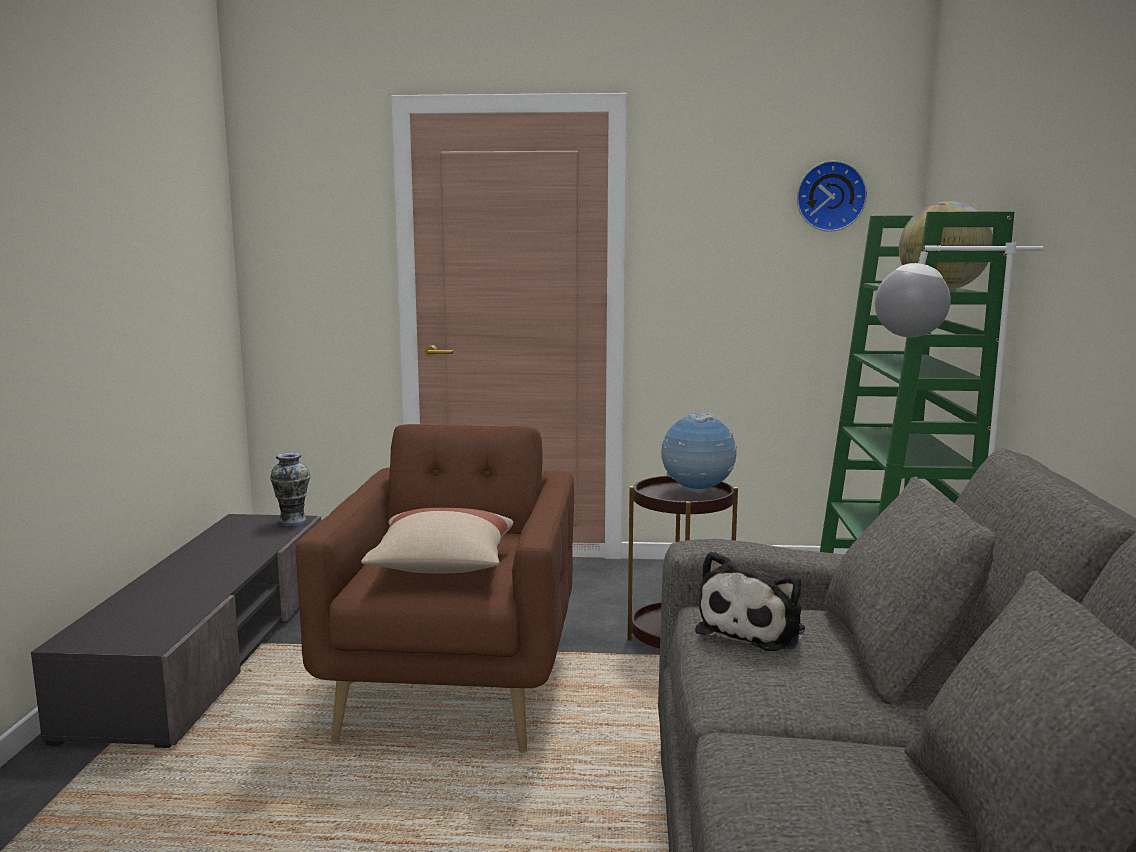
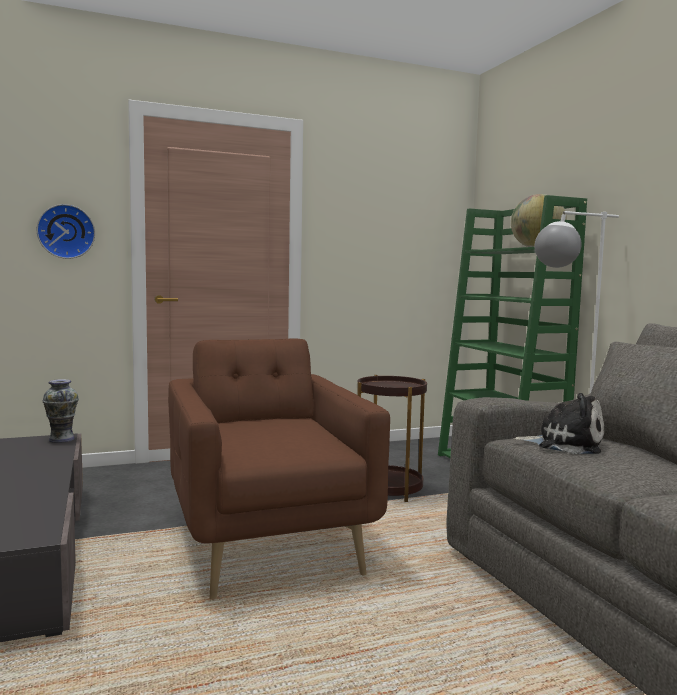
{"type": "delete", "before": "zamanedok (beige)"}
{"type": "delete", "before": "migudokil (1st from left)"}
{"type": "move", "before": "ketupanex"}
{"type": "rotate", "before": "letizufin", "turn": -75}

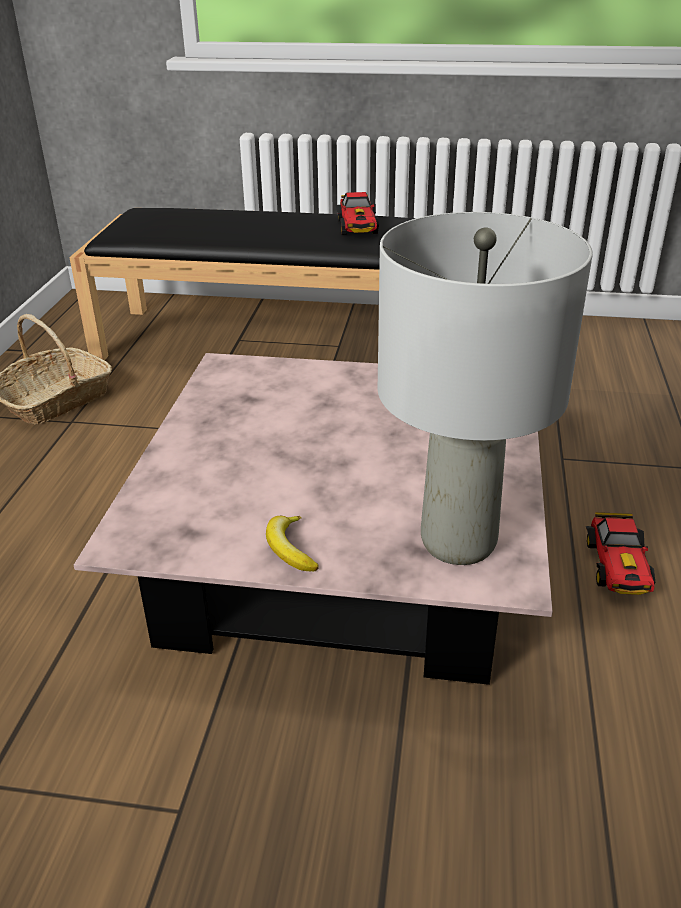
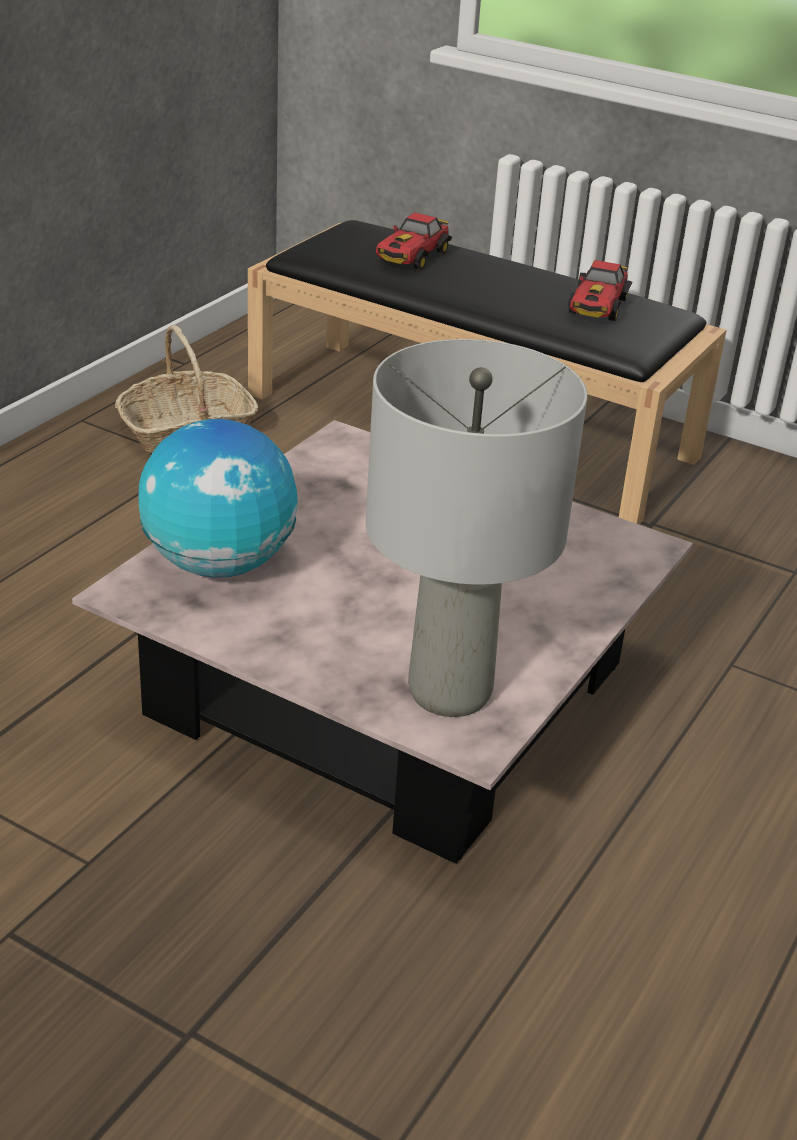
{"type": "delete", "before": "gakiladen"}
{"type": "insert", "after": "migudokil"}
{"type": "move", "before": "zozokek (2nd from left in the first image)", "after": "zozokek (1st from left)"}

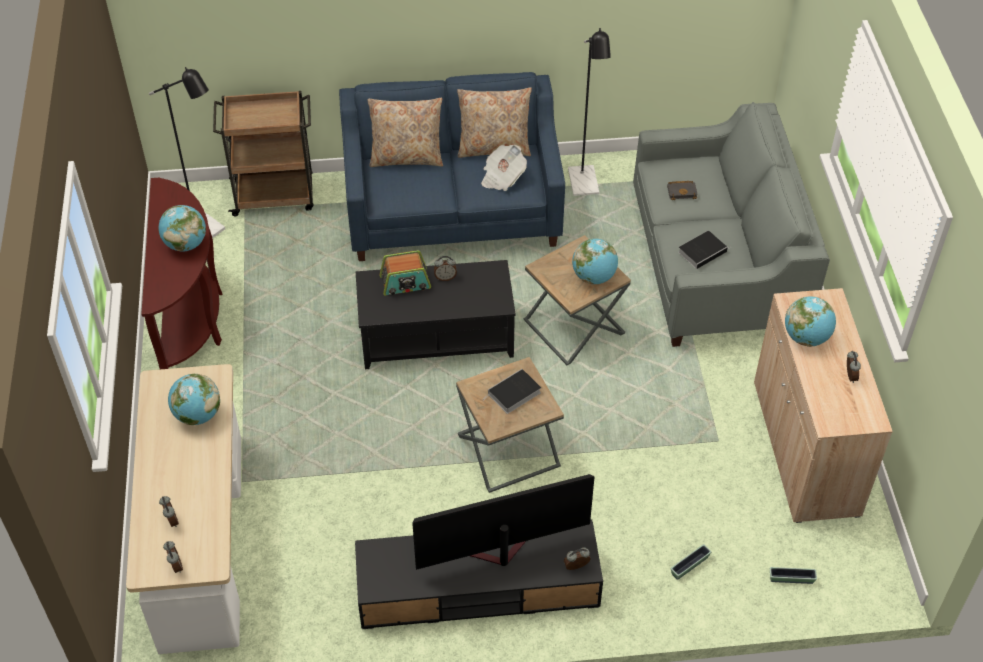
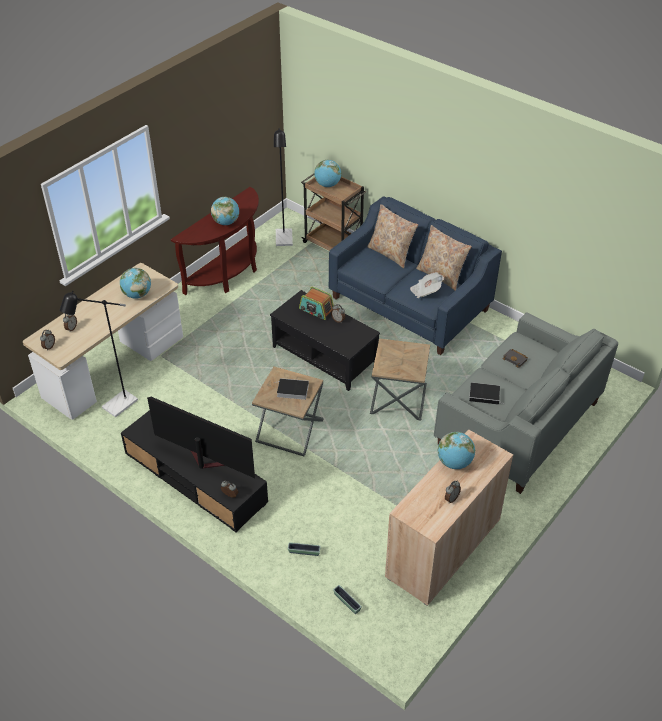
{"type": "move", "before": "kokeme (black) (2nd from left in the first image)", "after": "kokeme (black) (1st from left)"}
{"type": "move", "before": "migudokil (3rd from left)"}

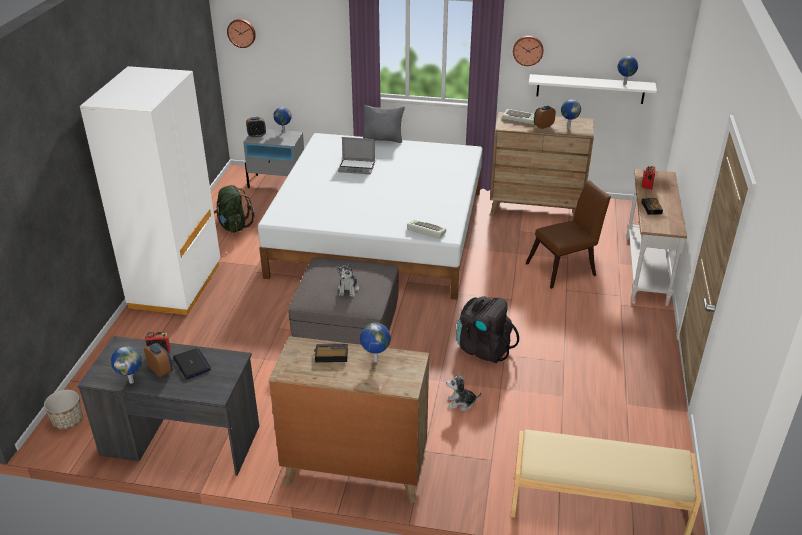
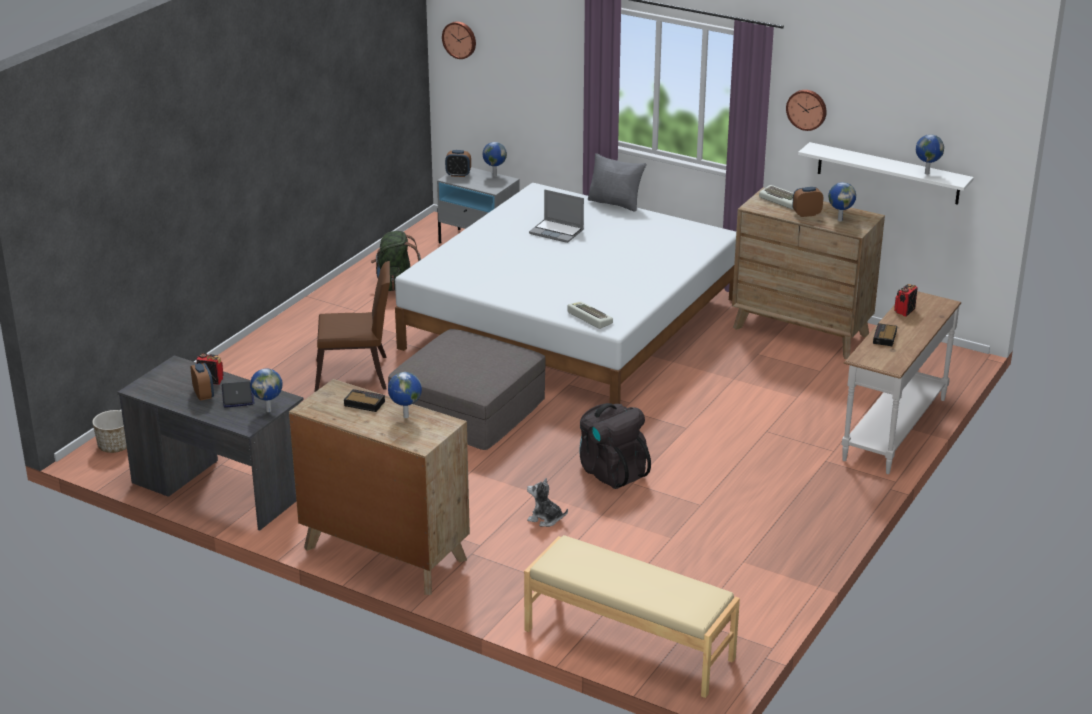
{"type": "delete", "before": "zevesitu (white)"}
{"type": "delete", "before": "letizufin (1st from left)"}
{"type": "move", "before": "migudokil (1st from left)"}
{"type": "move", "before": "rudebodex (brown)"}

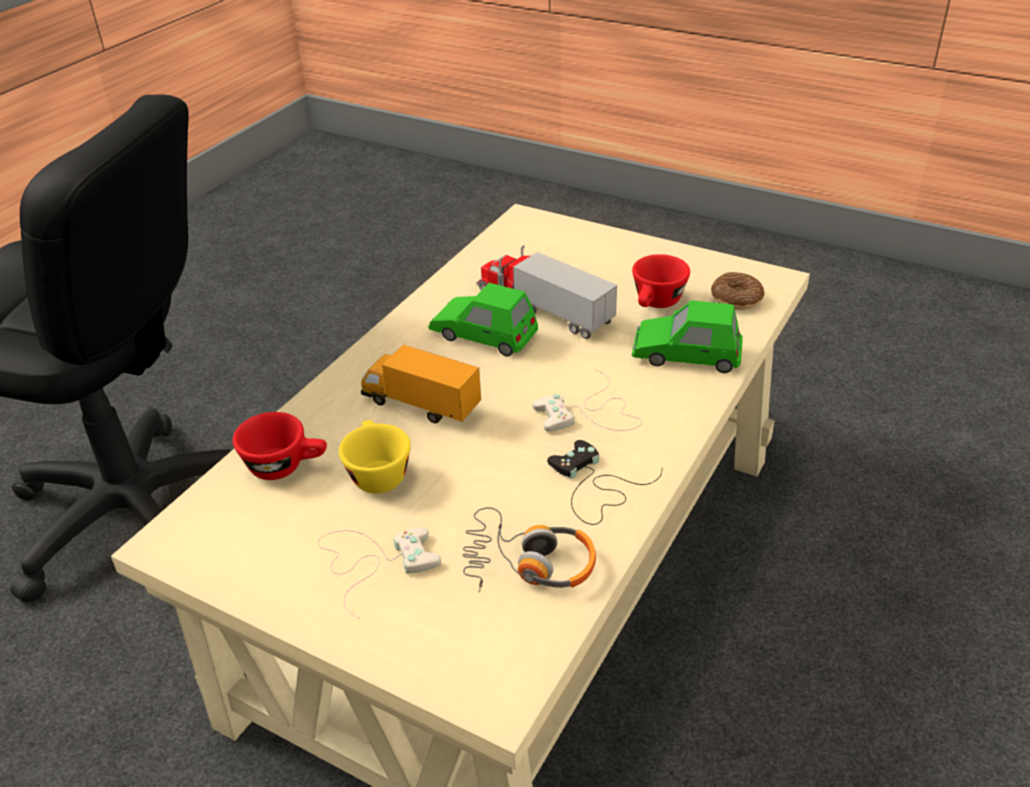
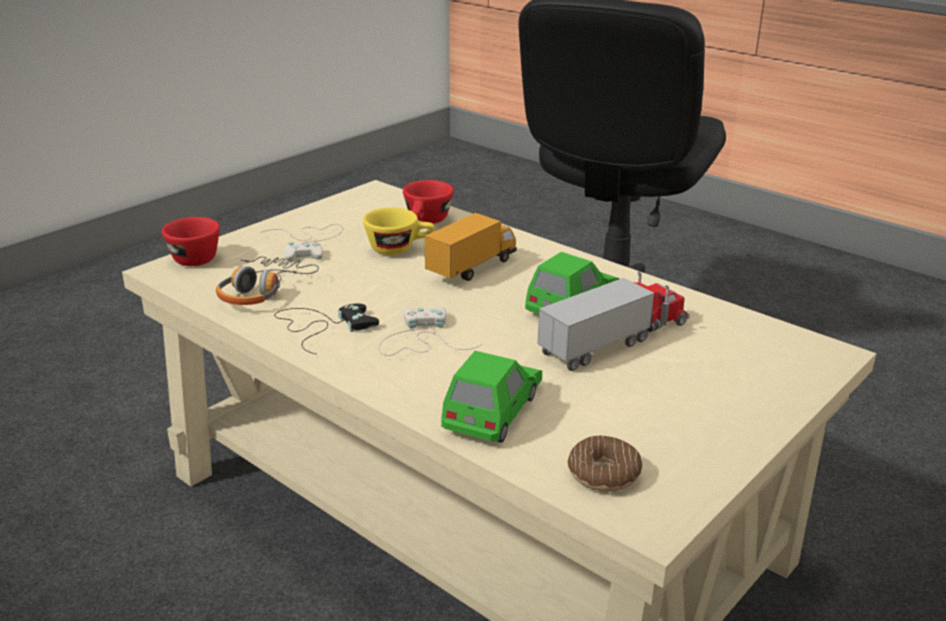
{"type": "move", "before": "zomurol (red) (2nd from left in the first image)", "after": "zomurol (red) (1st from left)"}

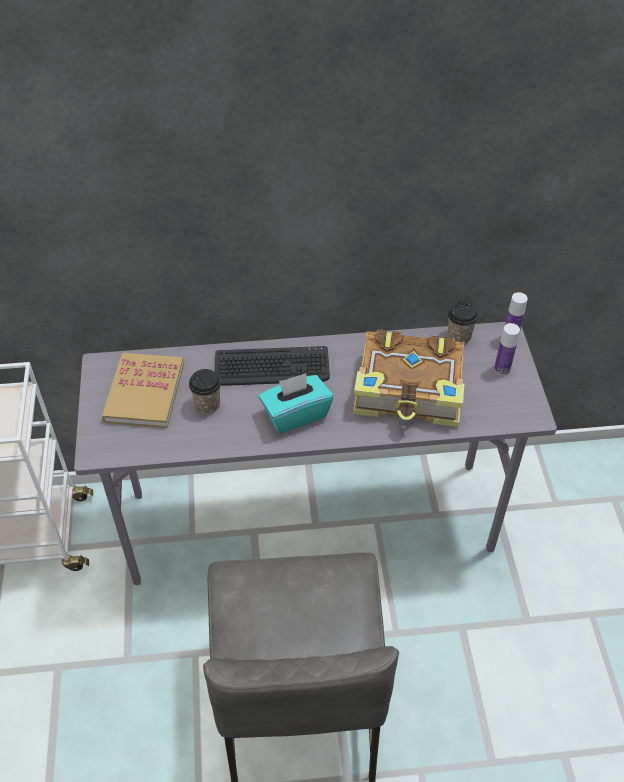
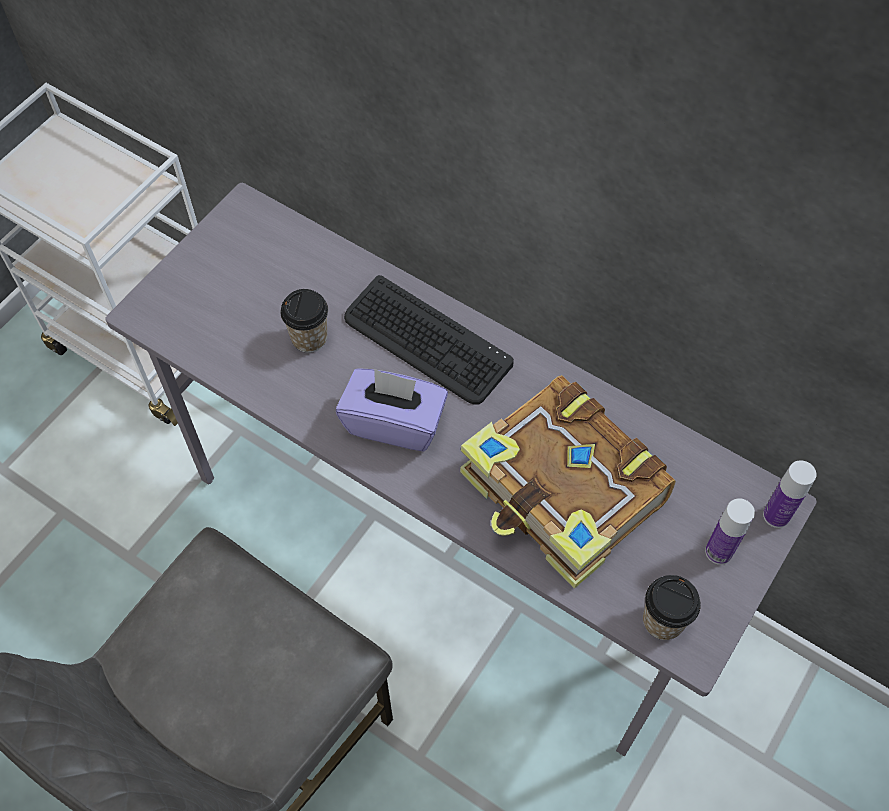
{"type": "delete", "before": "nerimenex (1st from left)"}
{"type": "move", "before": "zomurol (2nd from left)"}
{"type": "recolor", "before": "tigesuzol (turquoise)", "after": "tigesuzol (purple)"}

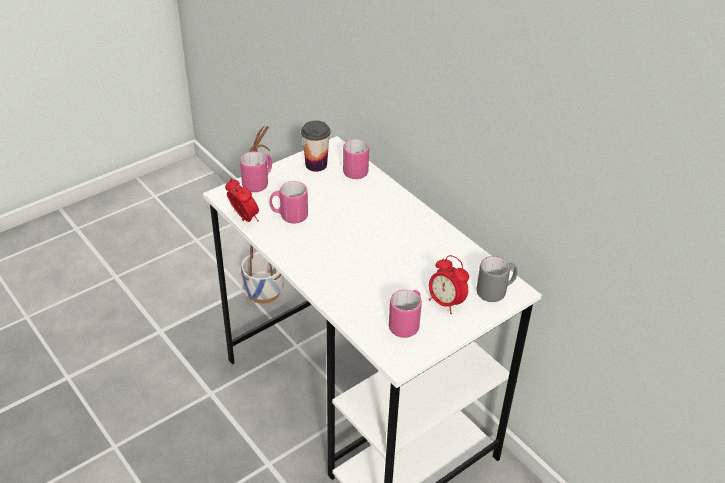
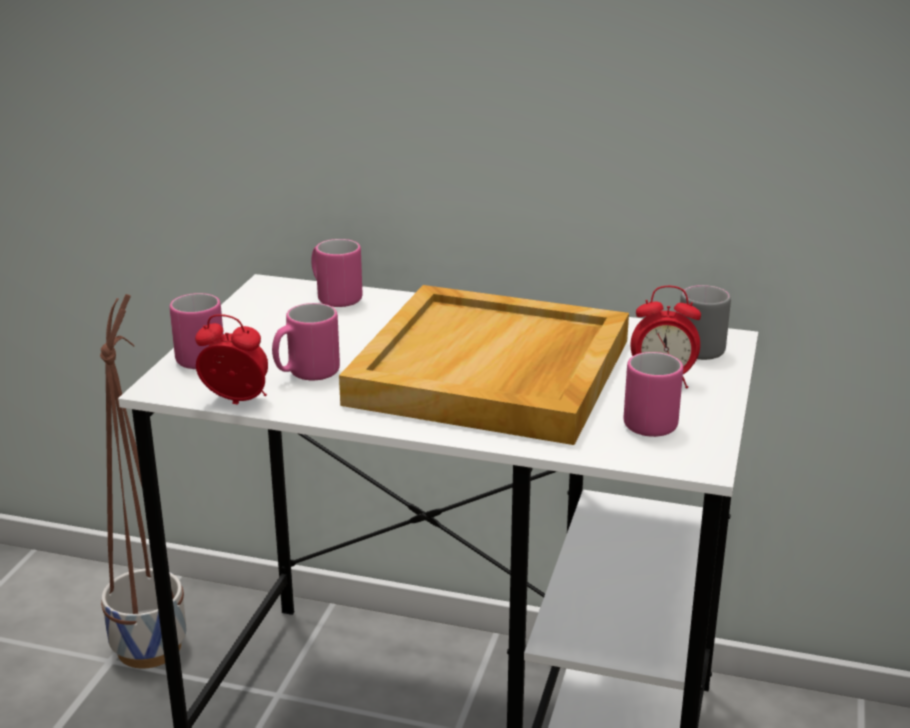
{"type": "delete", "before": "zomurol"}
{"type": "insert", "after": "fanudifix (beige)"}

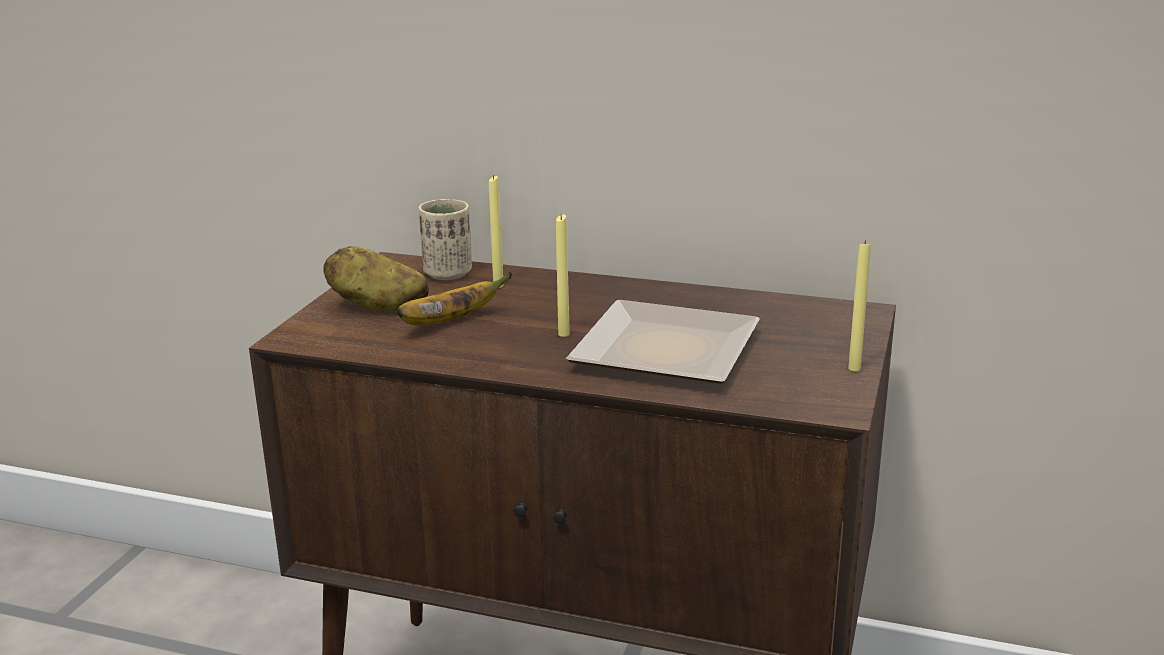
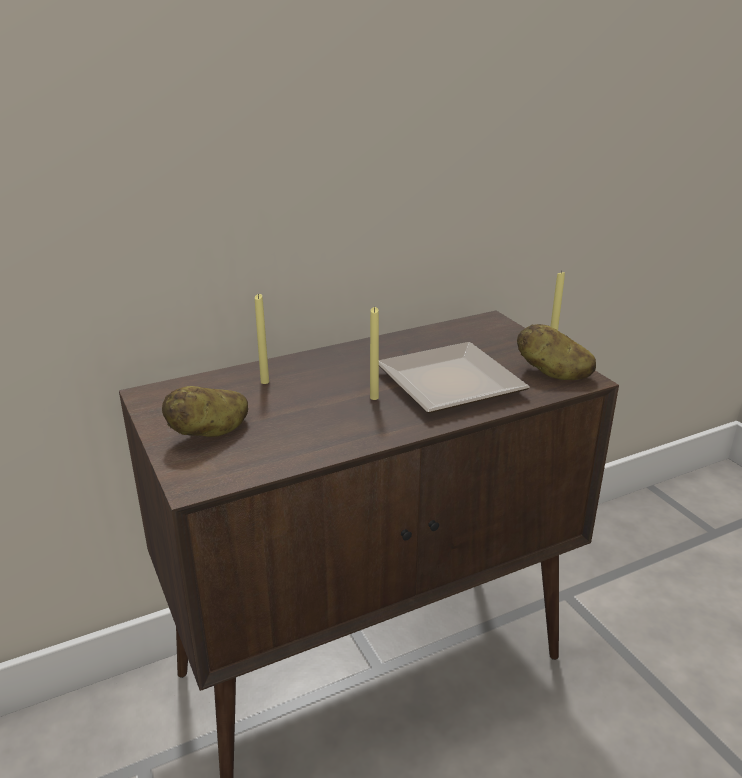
{"type": "delete", "before": "gakiladen"}
{"type": "delete", "before": "zomurol (beige)"}
{"type": "insert", "after": "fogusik (2nd from left)"}

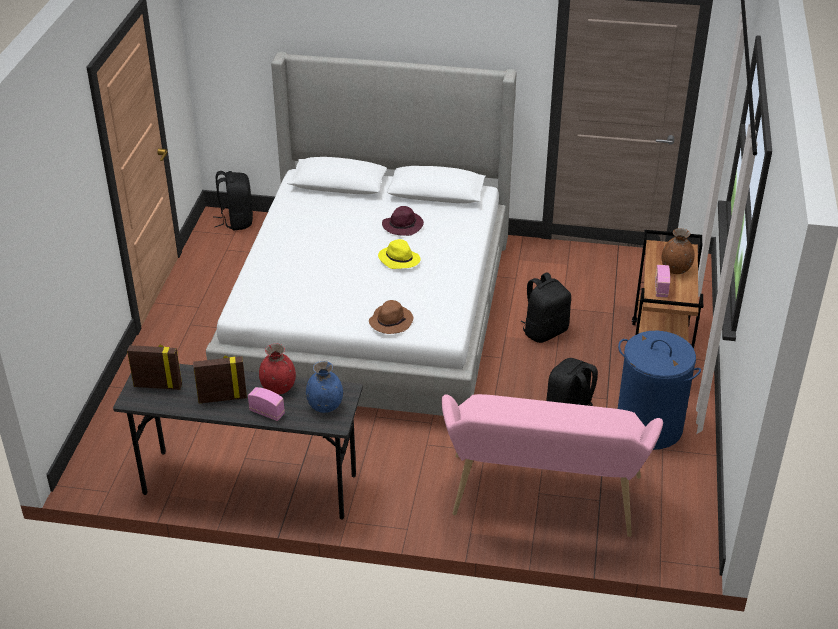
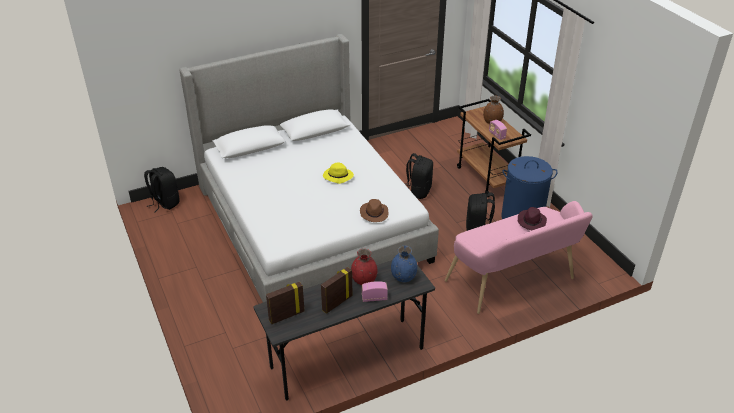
{"type": "move", "before": "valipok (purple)"}

